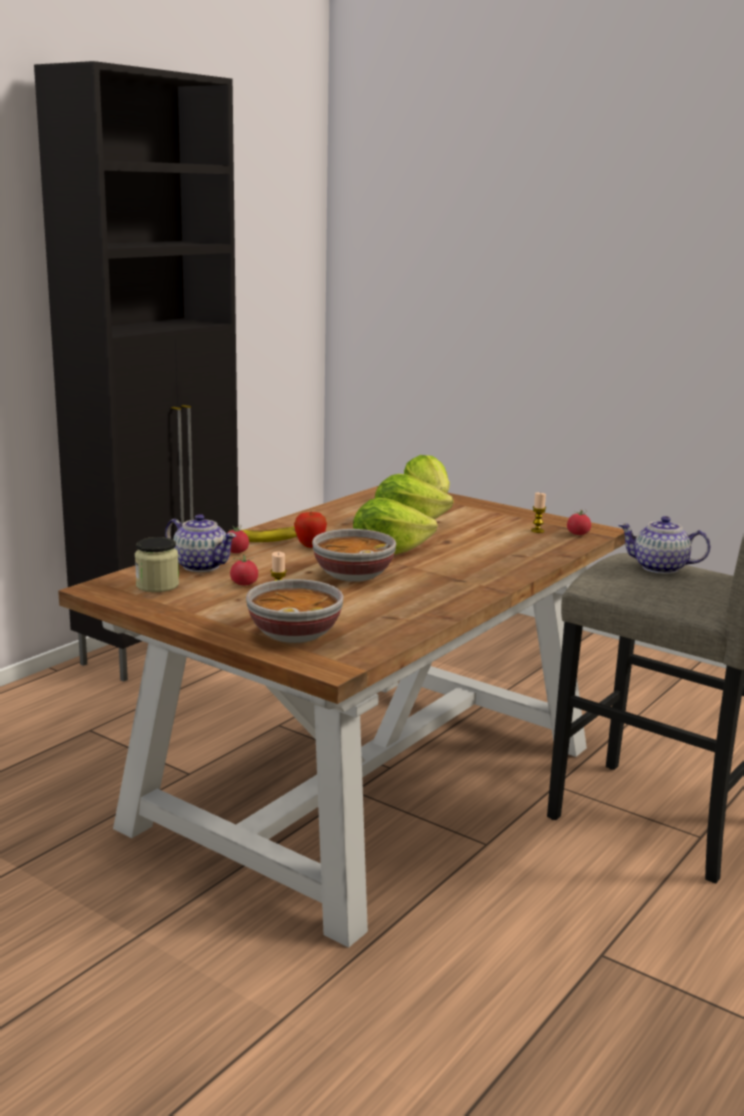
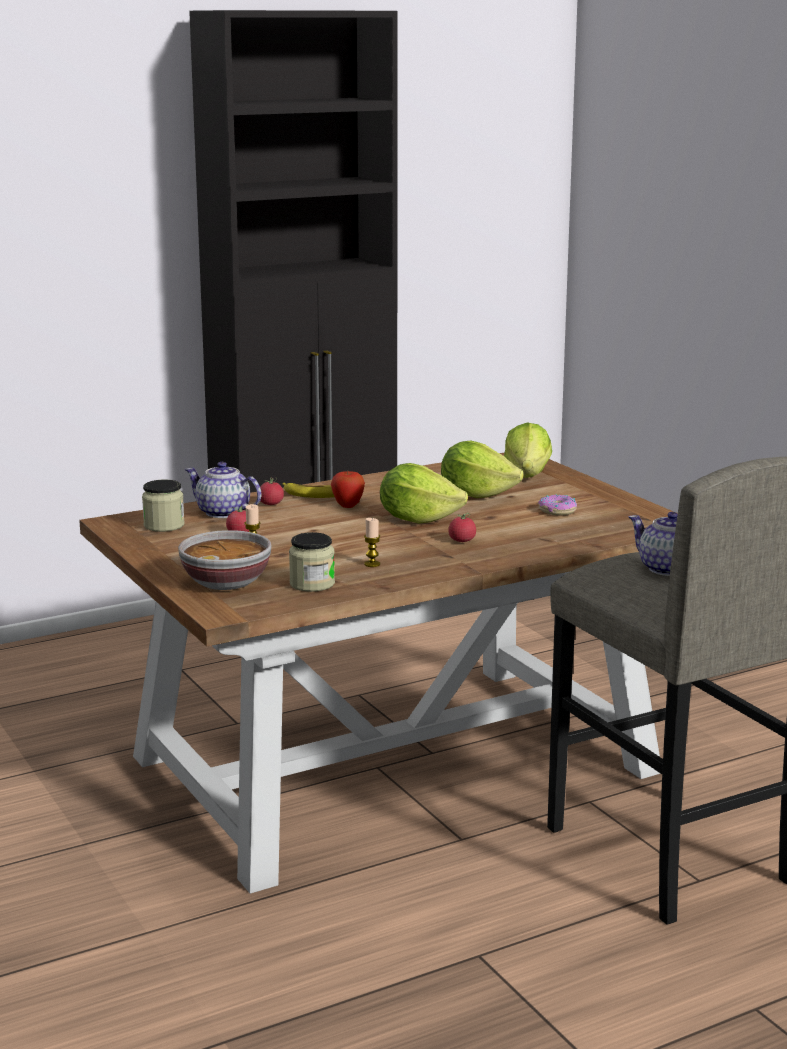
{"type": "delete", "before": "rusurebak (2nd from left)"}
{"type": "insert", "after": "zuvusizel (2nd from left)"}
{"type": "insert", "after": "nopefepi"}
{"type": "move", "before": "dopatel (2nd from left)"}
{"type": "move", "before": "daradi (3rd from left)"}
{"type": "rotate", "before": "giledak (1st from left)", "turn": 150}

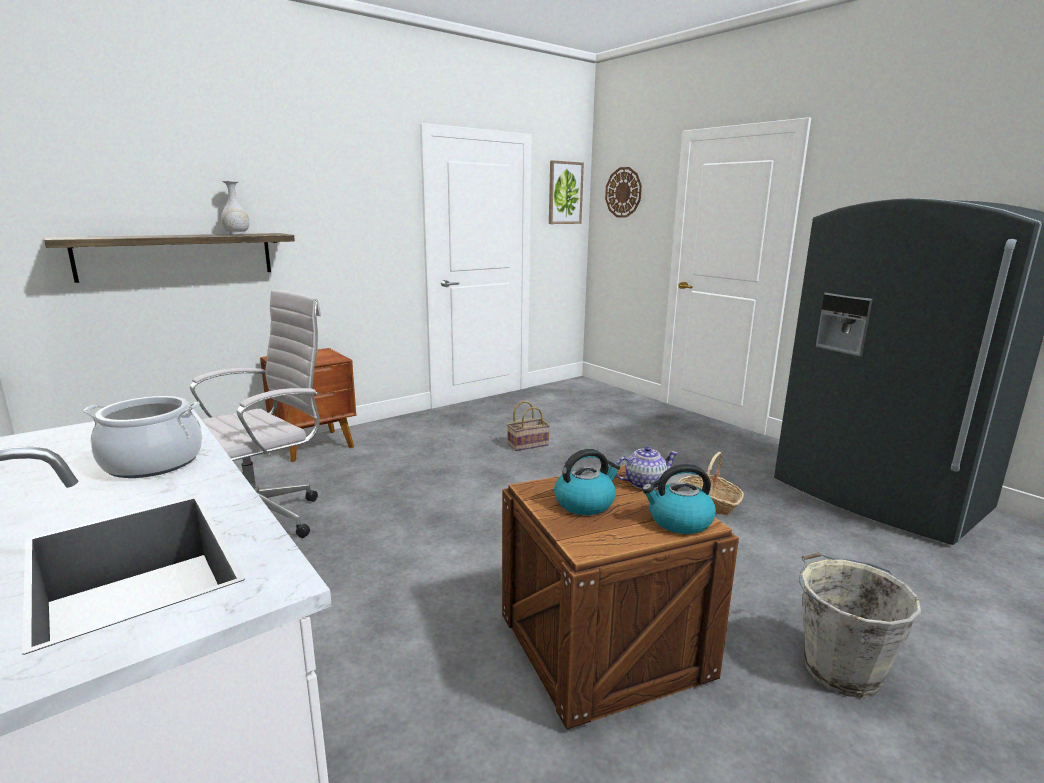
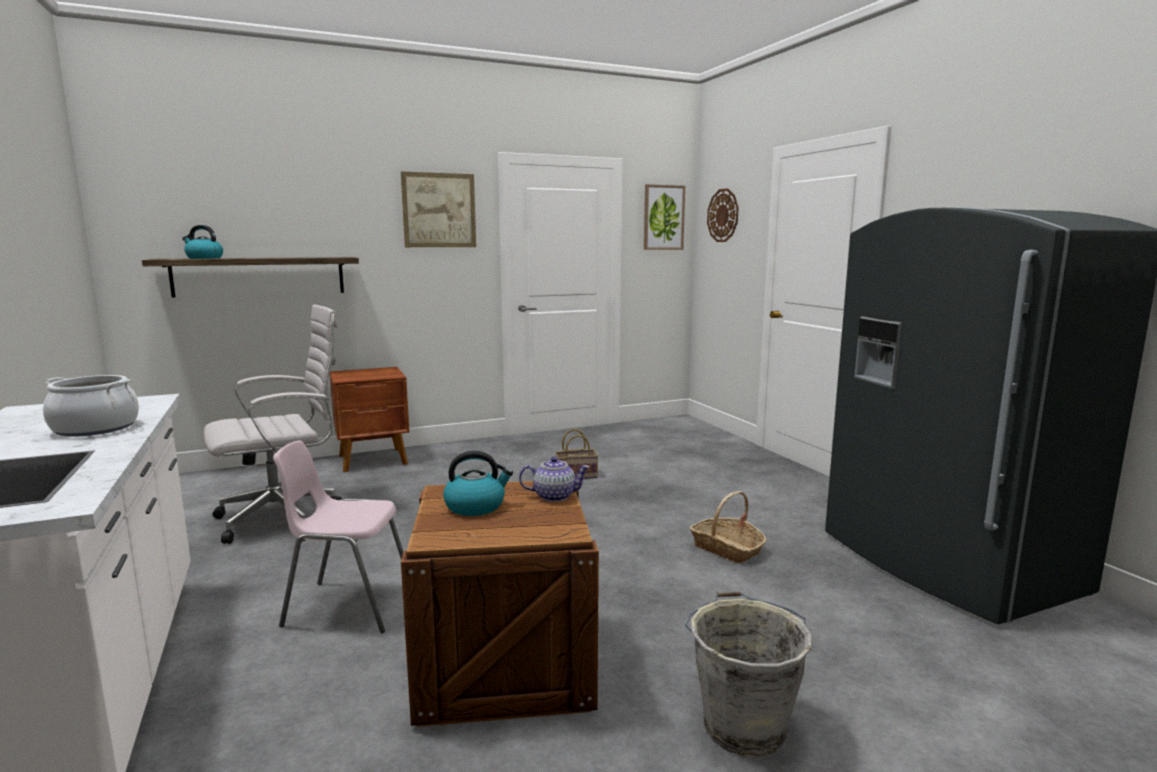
{"type": "delete", "before": "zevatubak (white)"}
{"type": "insert", "after": "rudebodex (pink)"}
{"type": "insert", "after": "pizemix (1st from left)"}
{"type": "move", "before": "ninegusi (2nd from left in the first image)", "after": "ninegusi (1st from left)"}

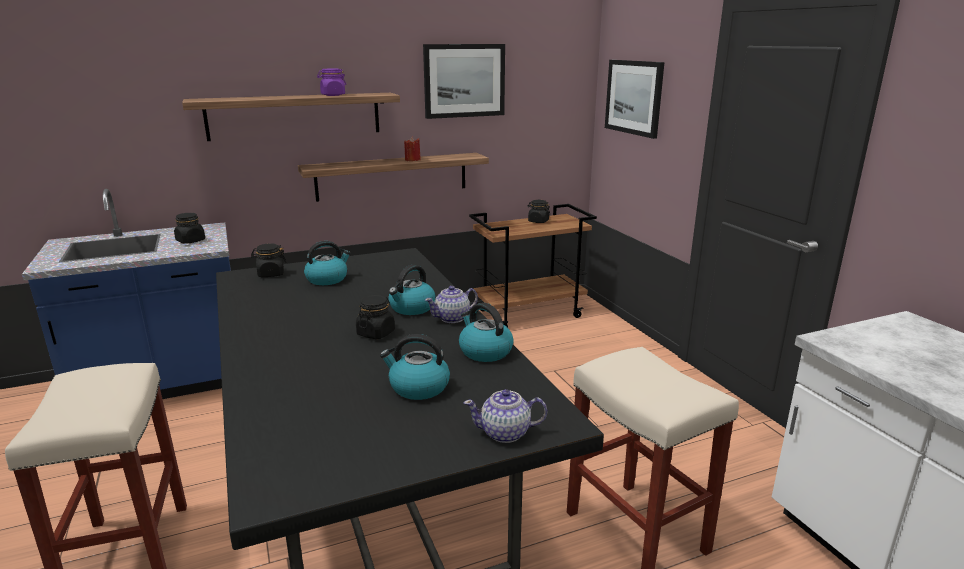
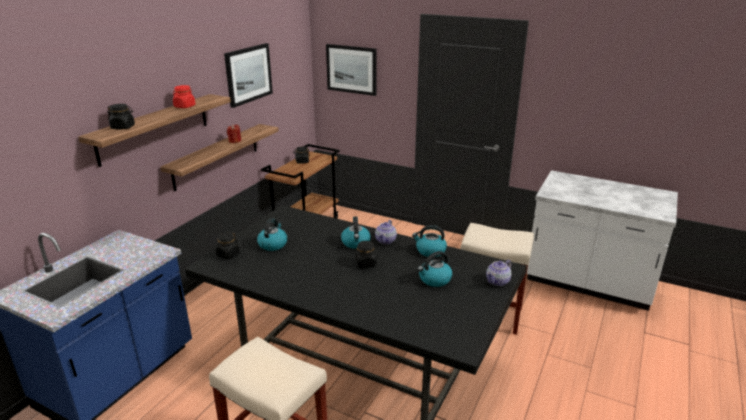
{"type": "move", "before": "zuvusizel (black) (1st from left)"}
{"type": "recolor", "before": "zuvusizel (purple)", "after": "zuvusizel (red)"}

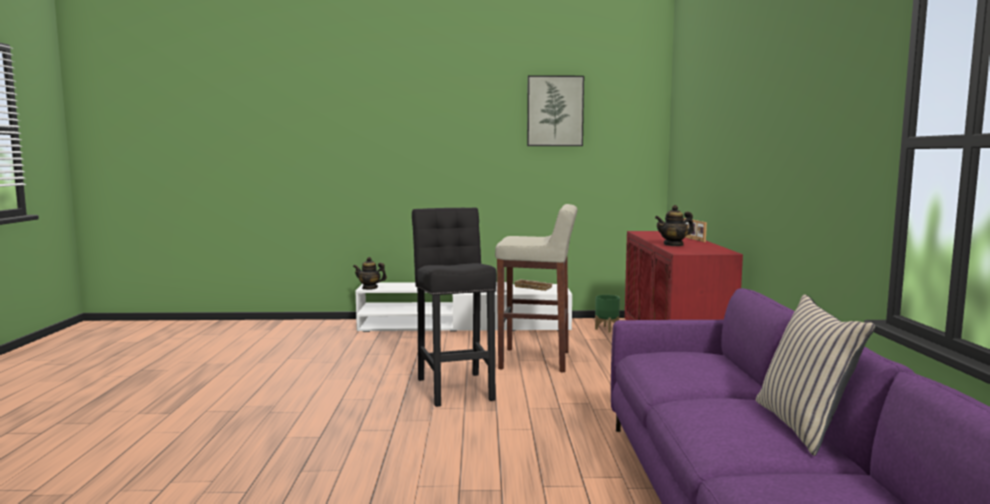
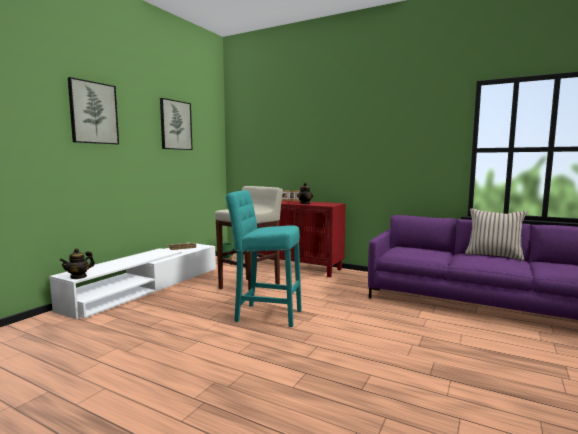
{"type": "insert", "after": "pizemix (1st from left)"}
{"type": "recolor", "before": "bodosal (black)", "after": "bodosal (turquoise)"}

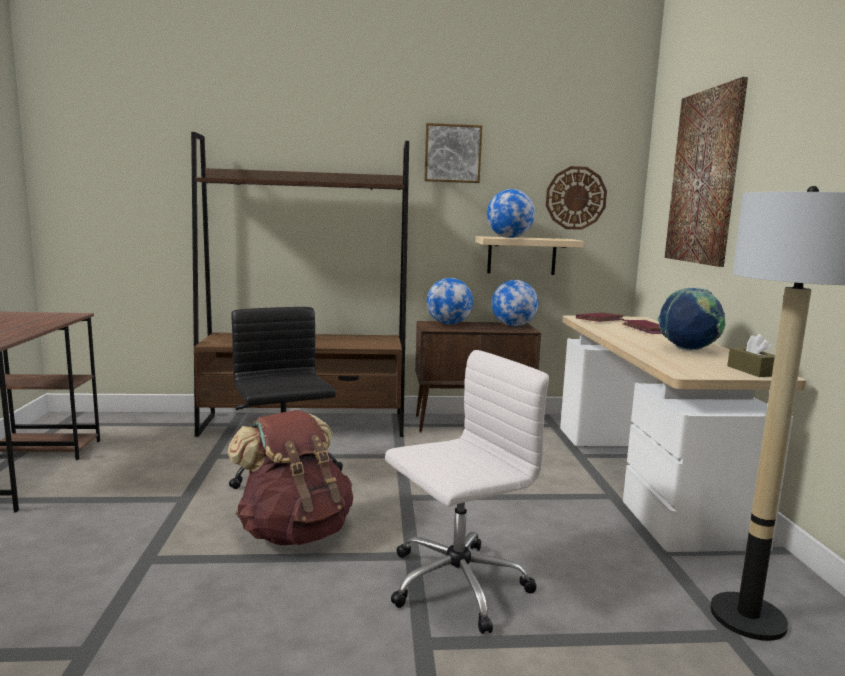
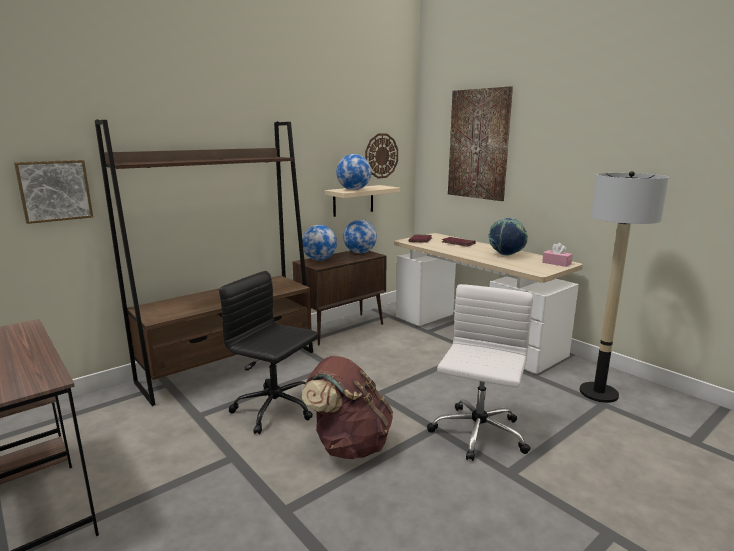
{"type": "move", "before": "pizemix (1st from left)"}
{"type": "recolor", "before": "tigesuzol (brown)", "after": "tigesuzol (pink)"}

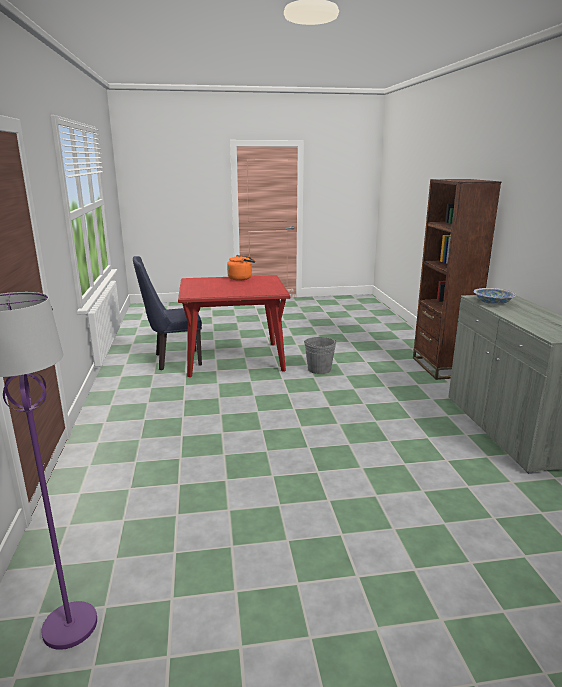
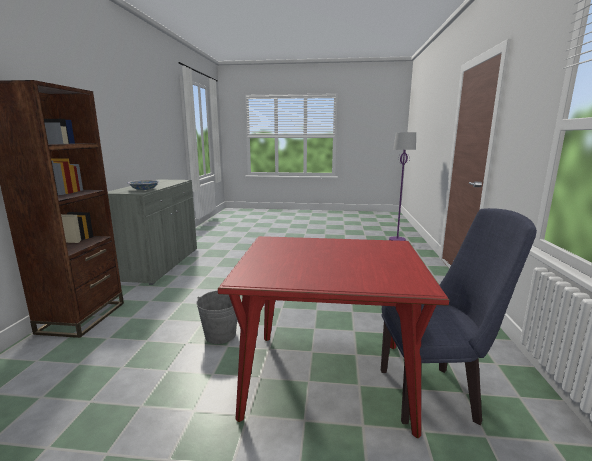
{"type": "delete", "before": "ninegusi (orange)"}

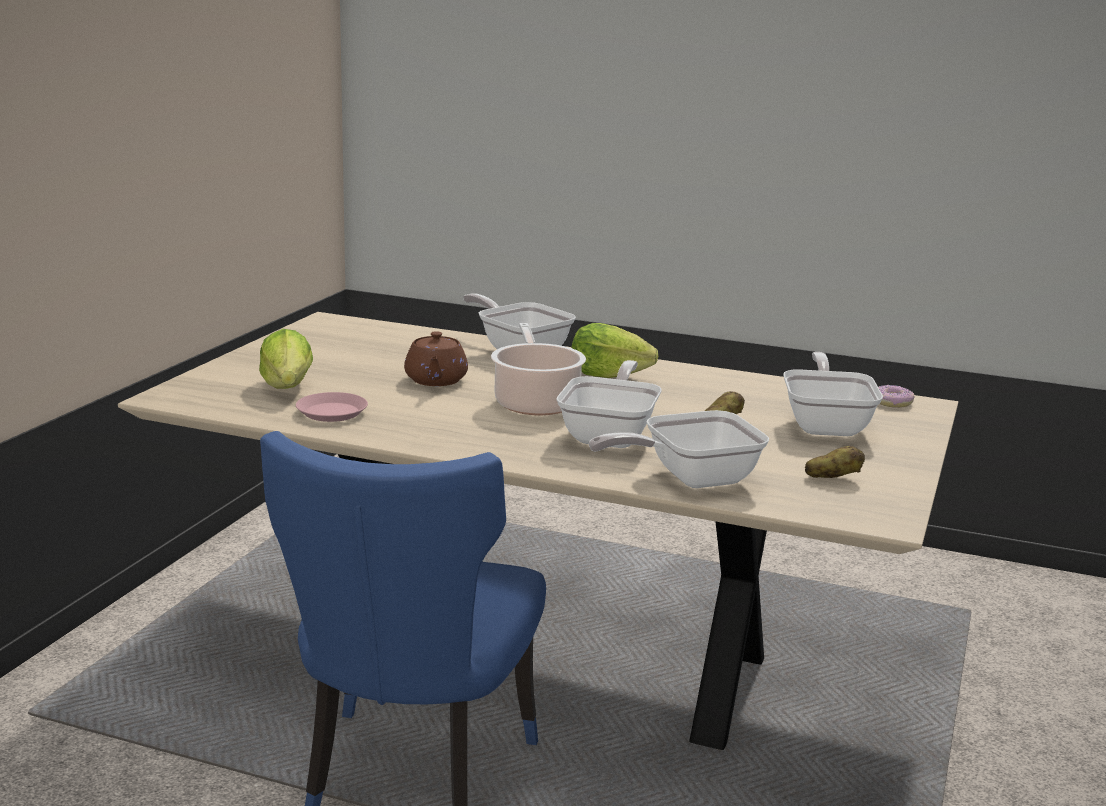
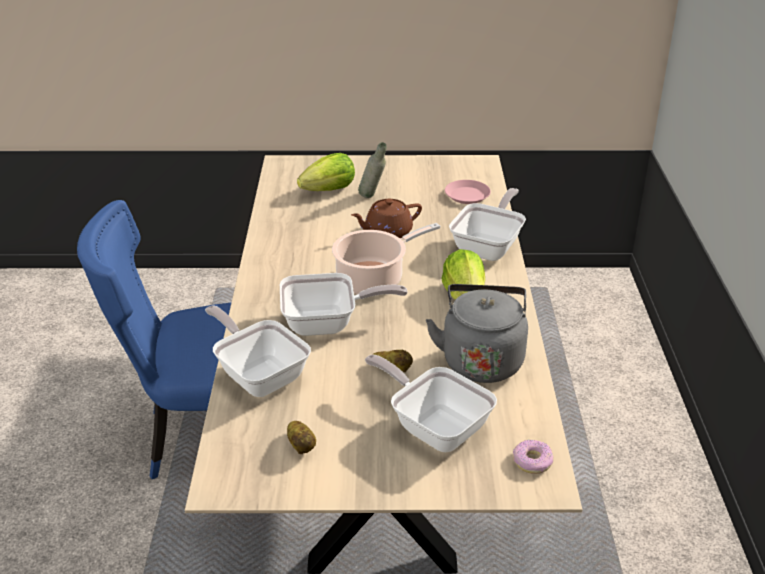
{"type": "insert", "after": "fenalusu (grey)"}
{"type": "insert", "after": "ninegusi (grey)"}
{"type": "move", "before": "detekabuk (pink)"}
{"type": "rotate", "before": "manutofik (4th from left in the first image)", "turn": -120}

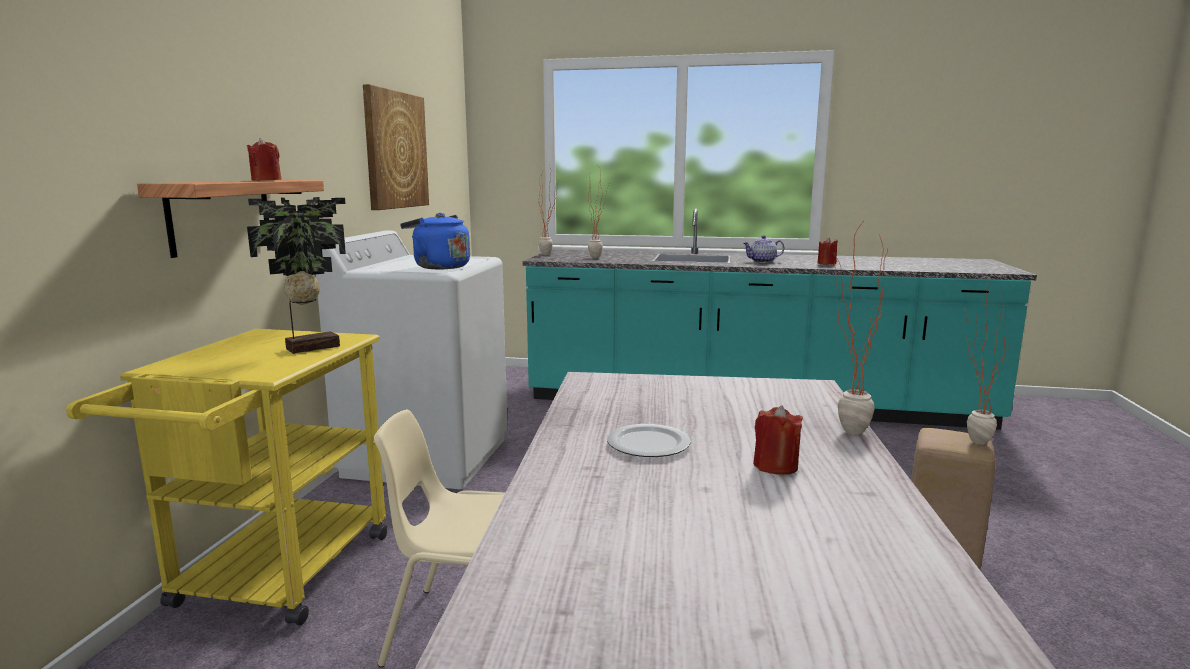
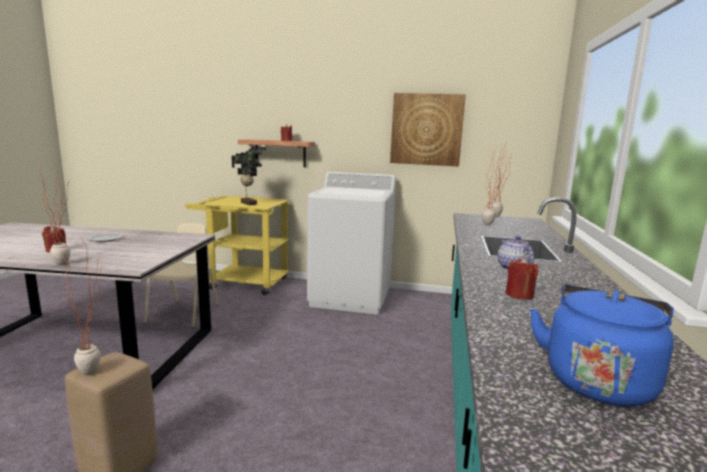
{"type": "move", "before": "ninegusi (blue)"}

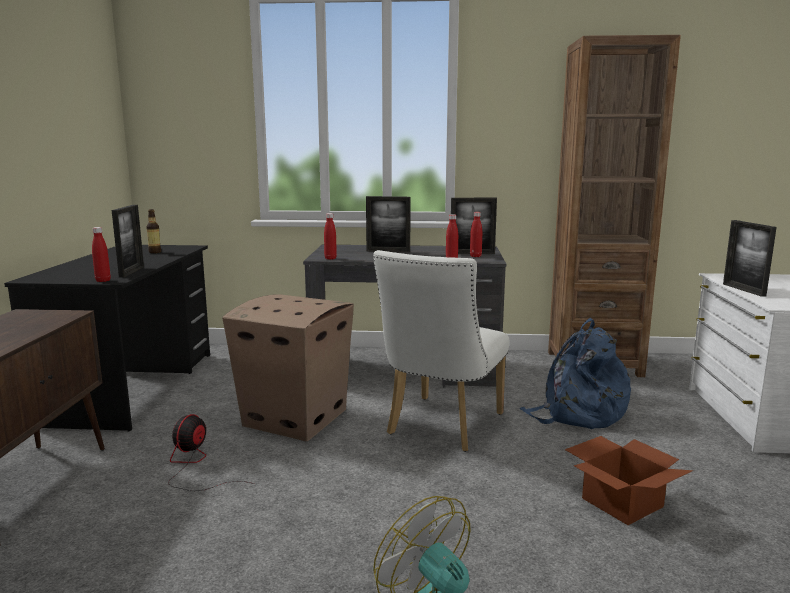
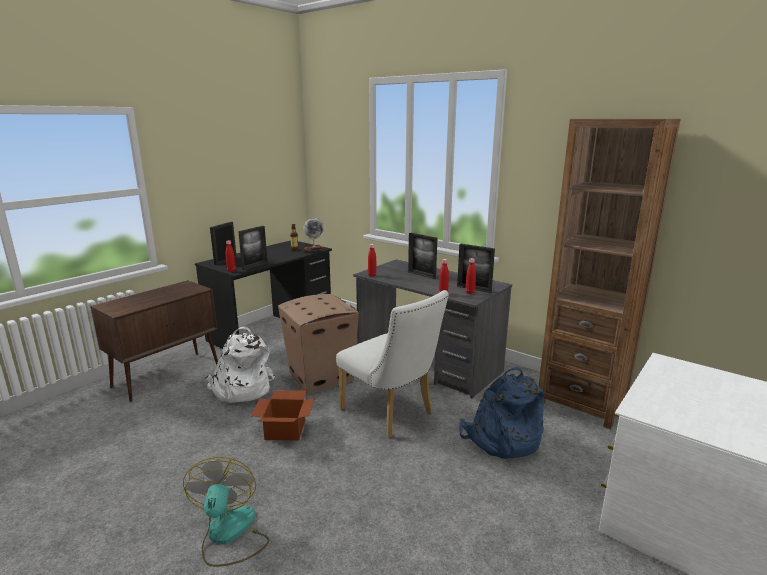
{"type": "insert", "after": "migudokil"}
{"type": "move", "before": "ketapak (2nd from left in the first image)", "after": "ketapak (1st from left)"}
{"type": "move", "before": "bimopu (4th from left in the first image)", "after": "bimopu (1st from left)"}
{"type": "replace", "before": "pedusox (1st from left)", "after": "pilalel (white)"}
{"type": "rotate", "before": "rudebodex (white)", "turn": -105}

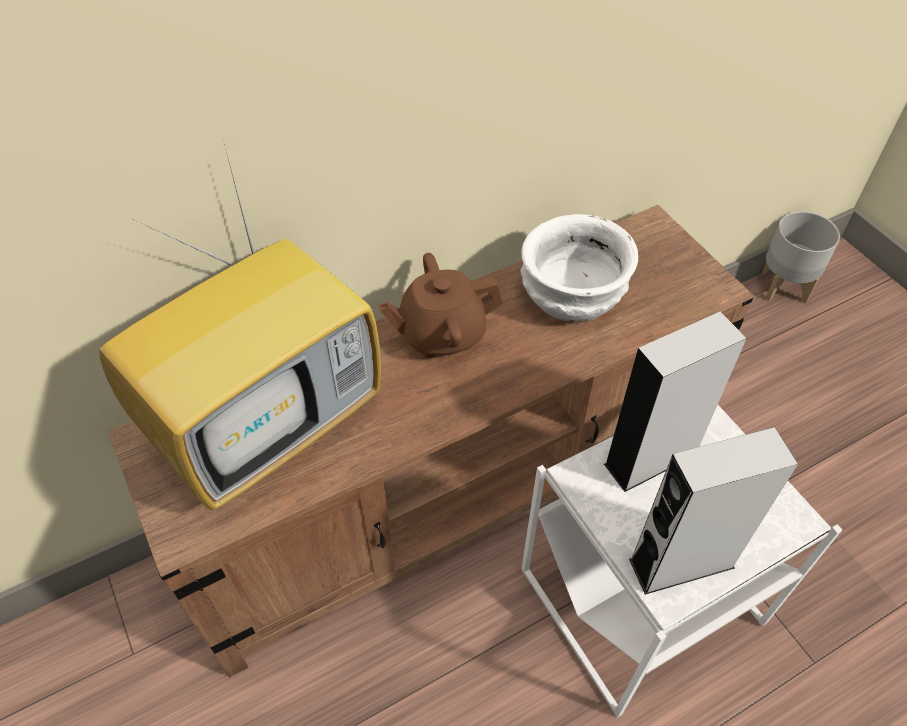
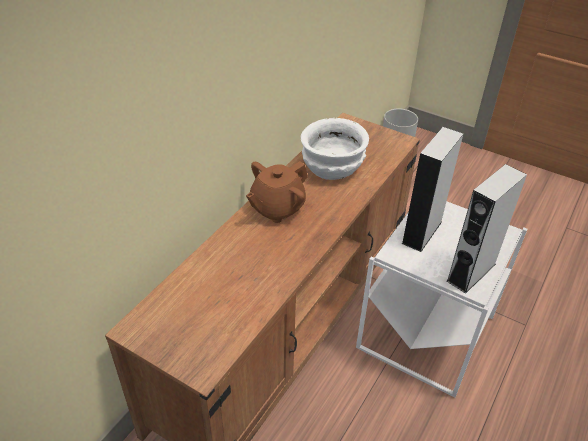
{"type": "delete", "before": "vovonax"}

